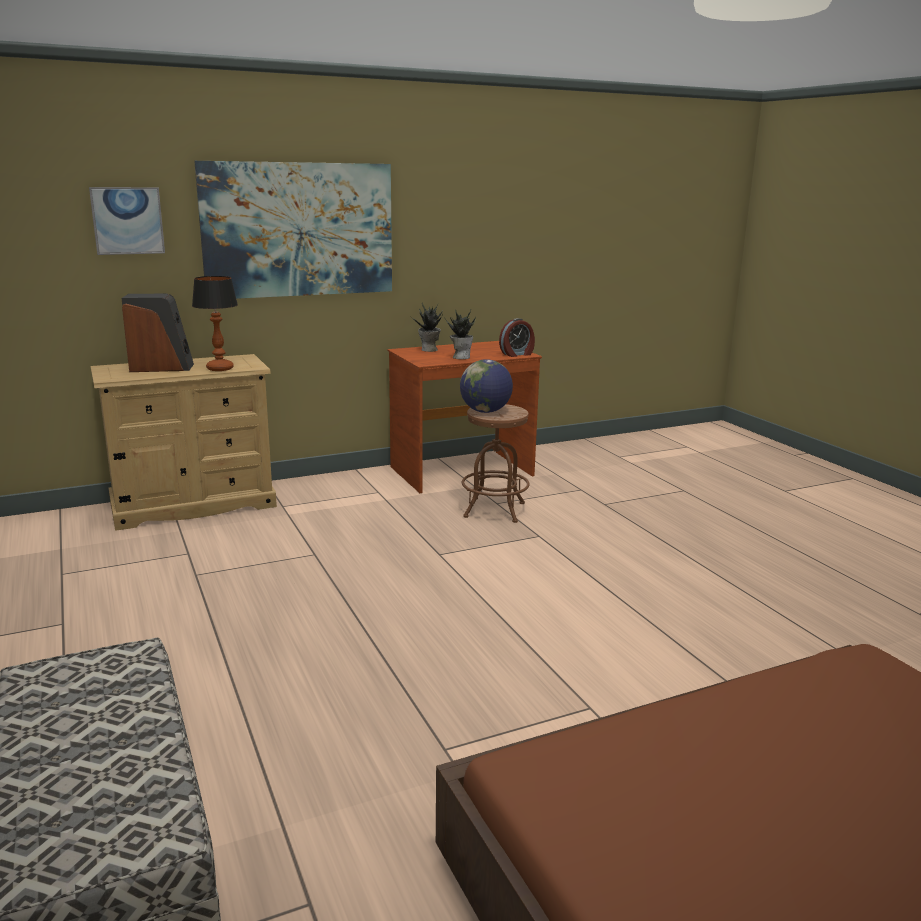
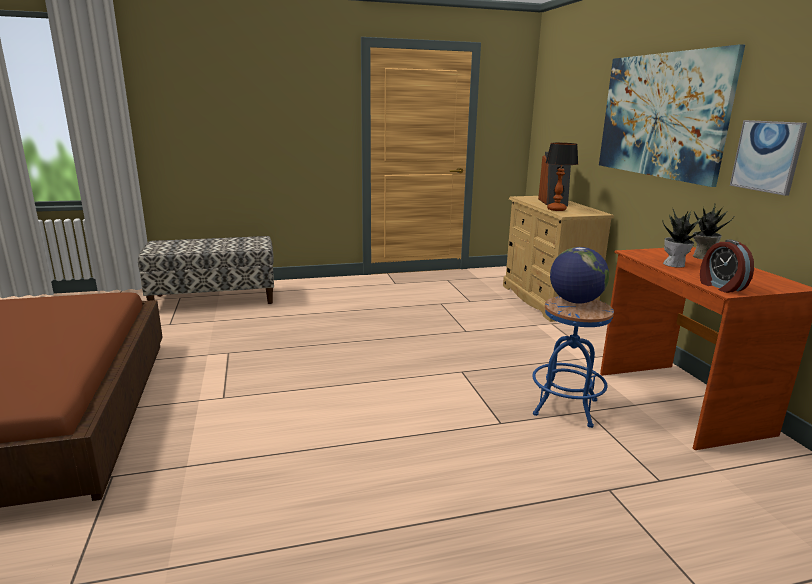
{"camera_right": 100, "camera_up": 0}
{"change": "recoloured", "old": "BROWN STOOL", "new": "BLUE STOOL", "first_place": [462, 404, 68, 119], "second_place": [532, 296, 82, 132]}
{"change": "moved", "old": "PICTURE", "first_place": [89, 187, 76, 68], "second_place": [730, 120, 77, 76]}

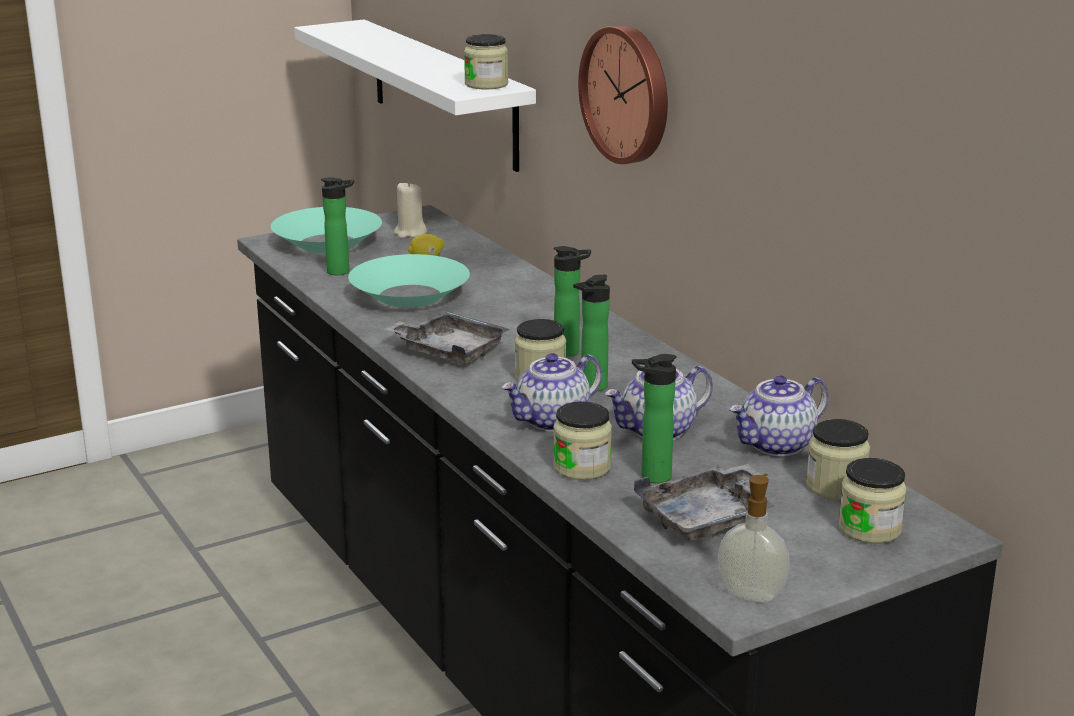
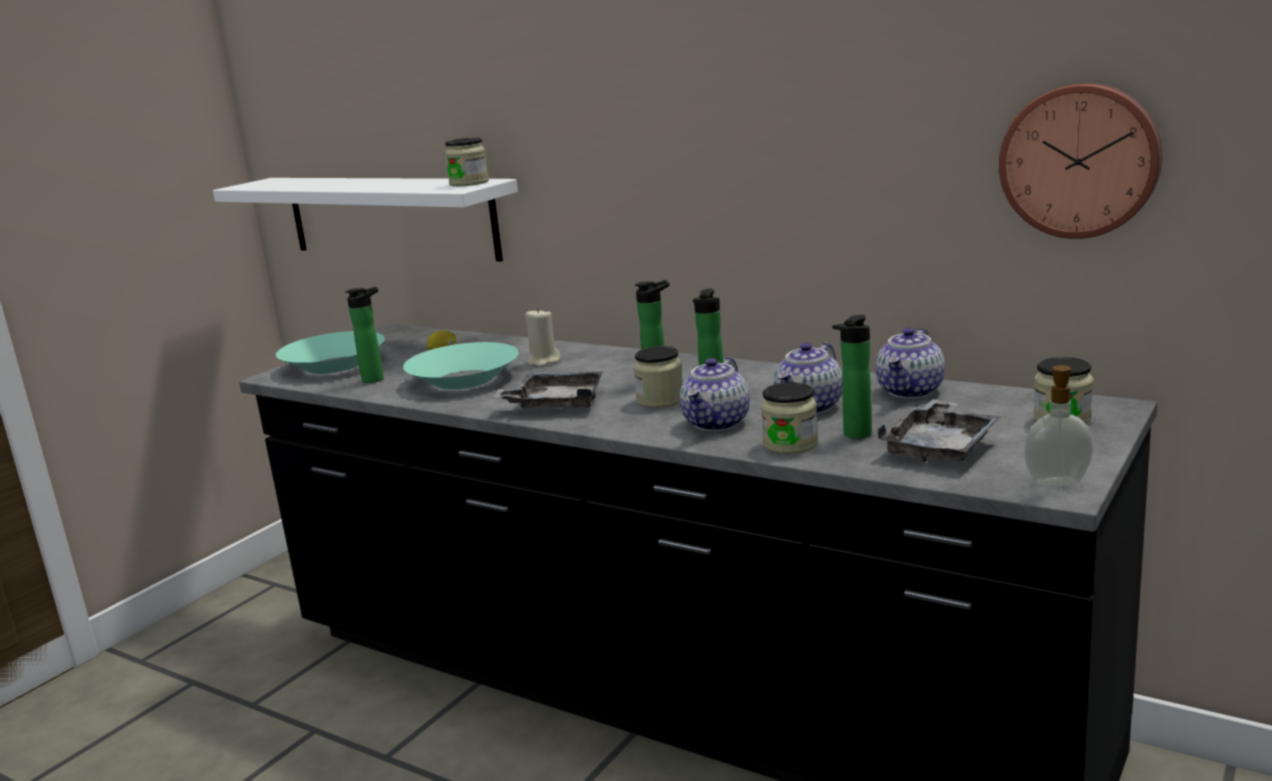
{"camera_right": -25, "camera_up": -5}
{"change": "moved", "old": "BEIGE CANDLE", "first_place": [394, 181, 33, 57], "second_place": [525, 308, 36, 59]}
{"change": "moved", "old": "WALL CLOCK", "first_place": [578, 25, 90, 139], "second_place": [999, 83, 163, 156]}
{"change": "removed", "old": "JAR", "first_place": [806, 419, 64, 81]}

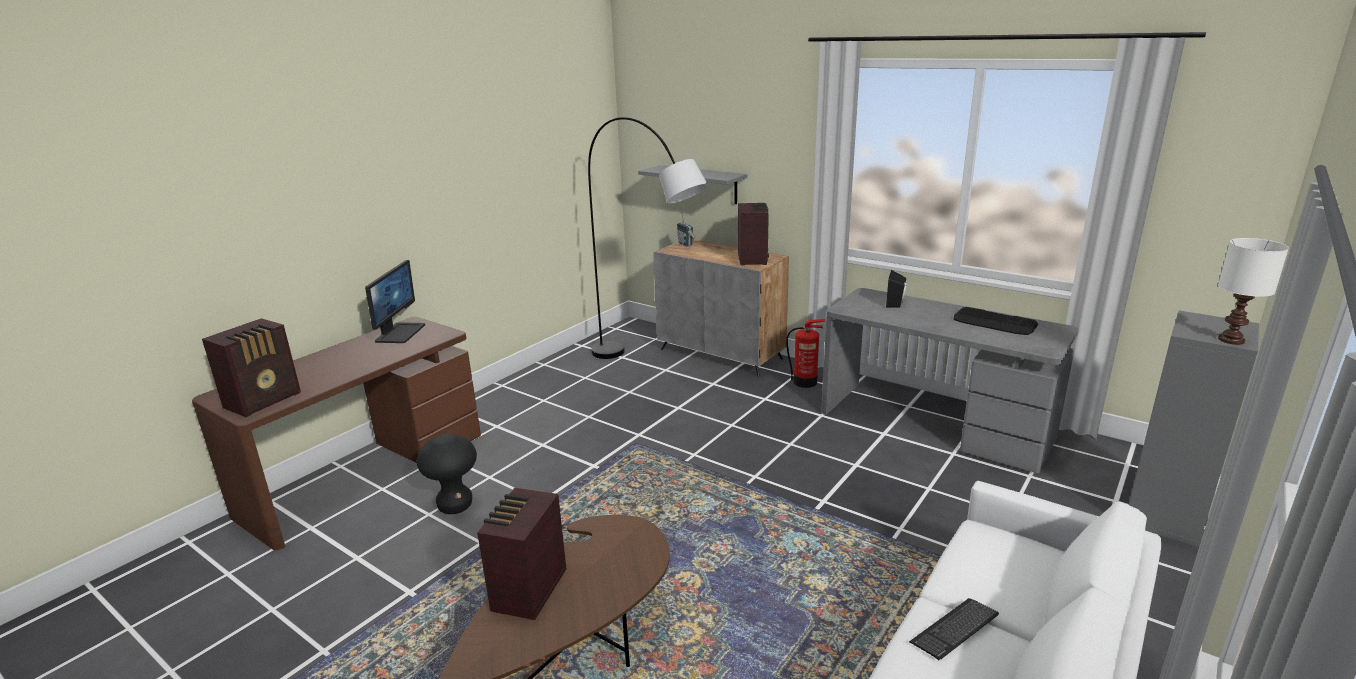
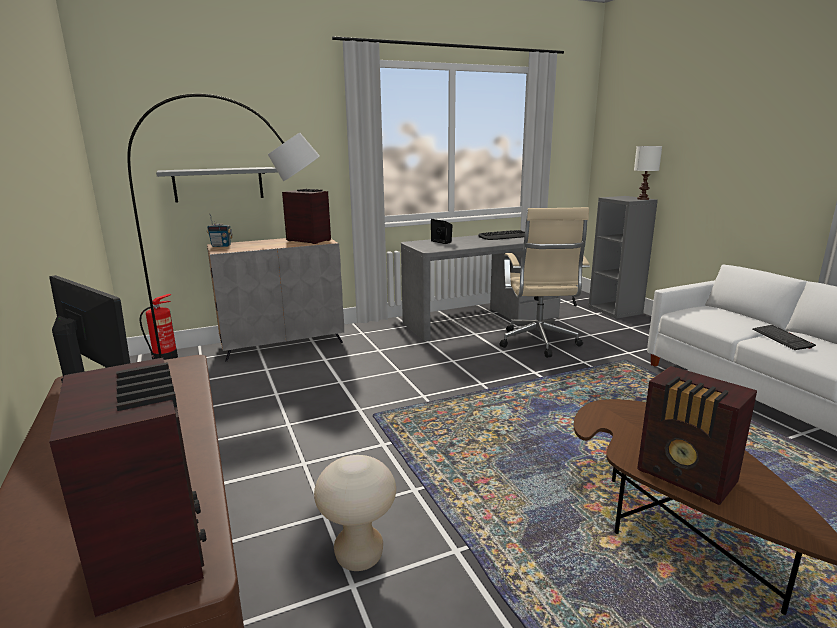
{"camera_right": -60, "camera_up": -5}
{"change": "moved", "old": "FIRE EXTINGUISHER", "first_place": [786, 319, 39, 69], "second_place": [139, 294, 39, 66]}
{"change": "recoloured", "old": "BLACK STOOL", "new": "BEIGE STOOL", "first_place": [417, 434, 60, 80], "second_place": [314, 455, 82, 116]}
{"change": "added", "new": "BEIGE OFFICE CHAIR", "second_place": [500, 207, 90, 151]}

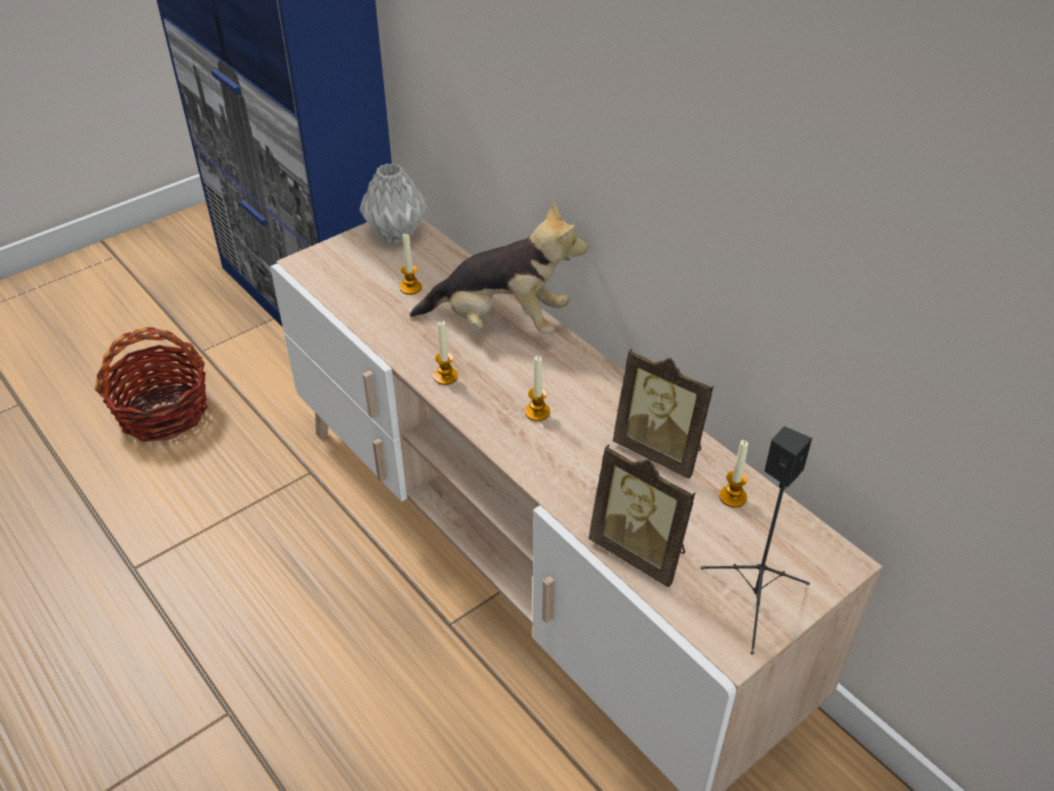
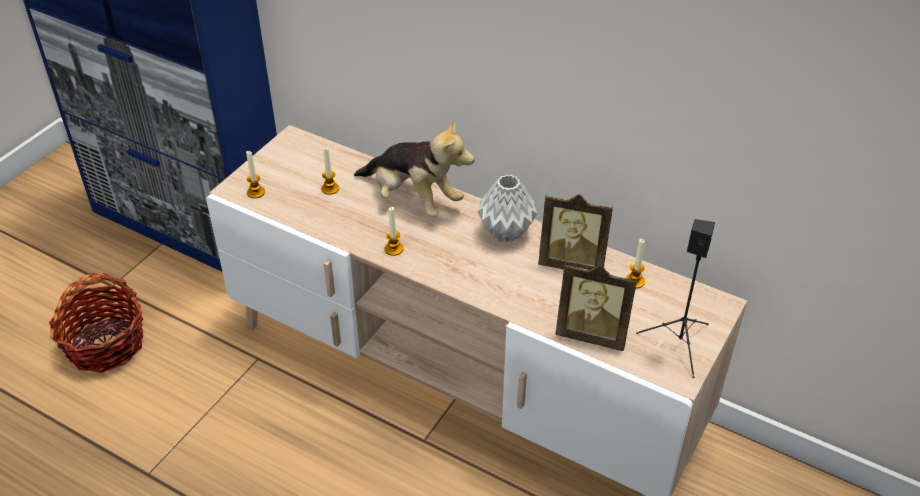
{"camera_right": -20, "camera_up": 0}
{"change": "moved", "old": "CANDLE", "first_place": [525, 356, 25, 65], "second_place": [246, 151, 19, 47]}
{"change": "turned", "old": "PLUSH TOY", "first_place": [410, 201, 177, 133], "second_place": [354, 119, 120, 98], "degrees": 45}
{"change": "moved", "old": "GREY VASE", "first_place": [359, 163, 68, 81], "second_place": [477, 175, 60, 68]}

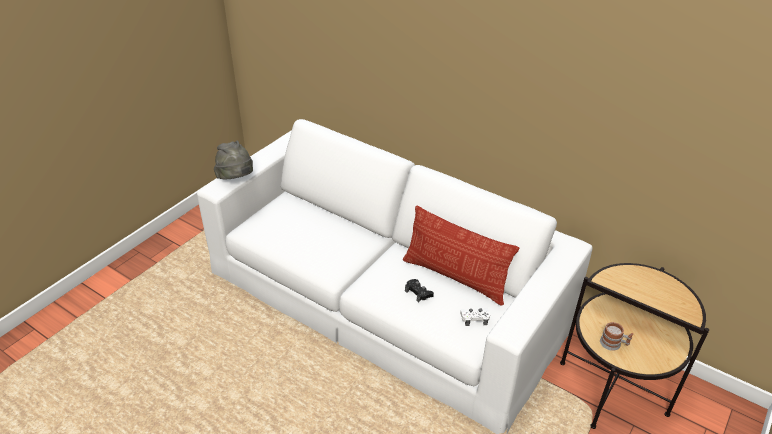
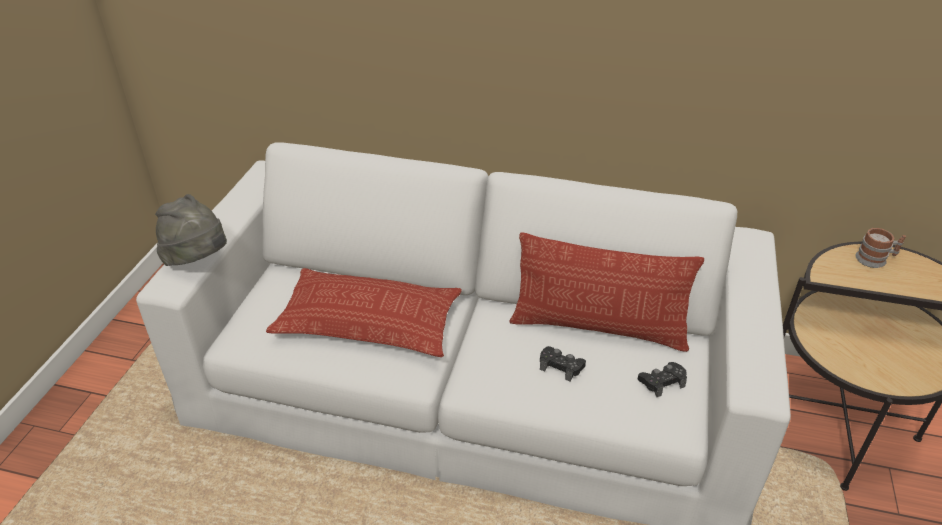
{"camera_right": -20, "camera_up": 0}
{"change": "added", "new": "PILLOW", "second_place": [266, 268, 196, 89]}
{"change": "recoloured", "old": "WHITE GAME CONTROLLER", "new": "BLACK GAME CONTROLLER", "first_place": [460, 308, 30, 18], "second_place": [638, 362, 49, 35]}
{"change": "moved", "old": "MUG", "first_place": [600, 322, 33, 29], "second_place": [855, 228, 51, 40]}

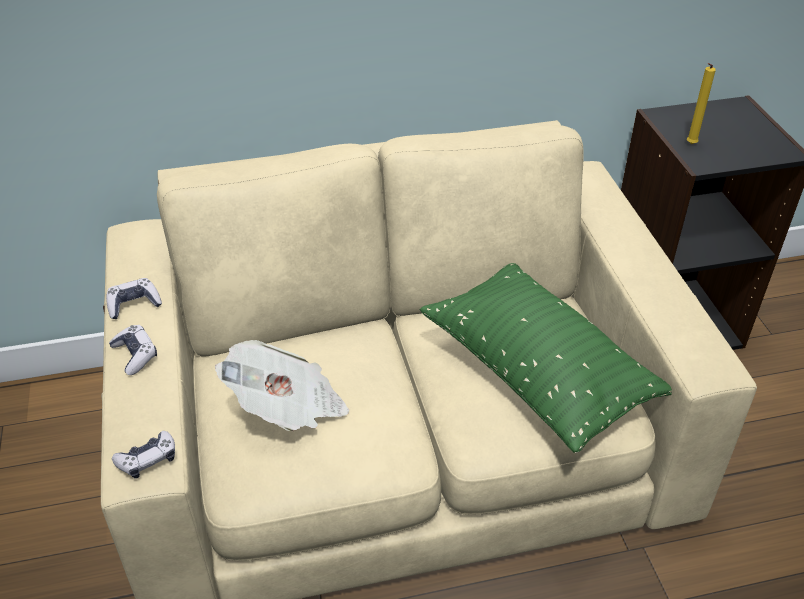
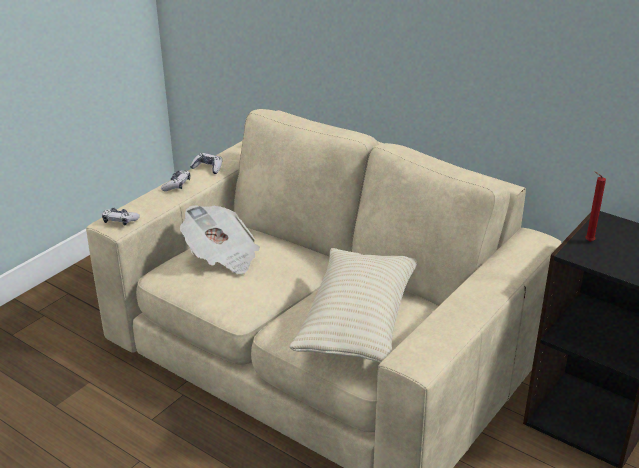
{"camera_right": 50, "camera_up": -10}
{"change": "recoloured", "old": "GREEN PILLOW", "new": "BEIGE PILLOW", "first_place": [420, 263, 252, 190], "second_place": [289, 248, 129, 115]}
{"change": "recoloured", "old": "YELLOW CANDLE", "new": "RED CANDLE", "first_place": [687, 63, 29, 81], "second_place": [585, 171, 21, 71]}

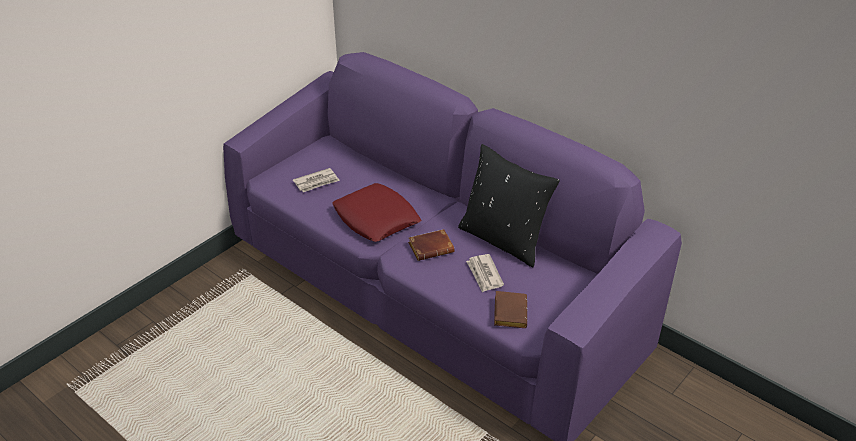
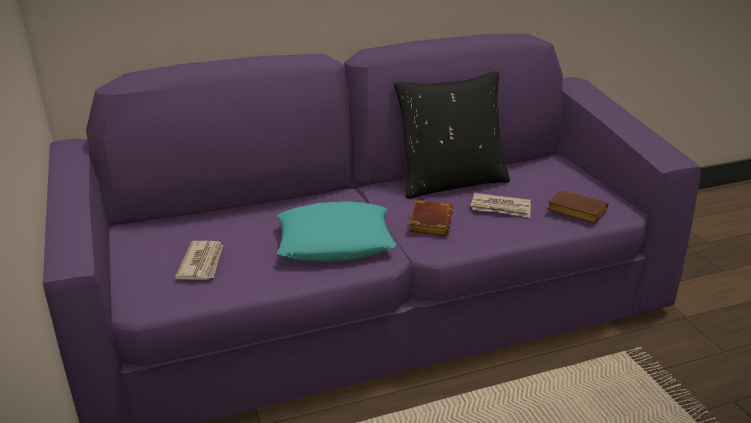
{"camera_right": -60, "camera_up": -10}
{"change": "recoloured", "old": "RED PILLOW", "new": "TURQUOISE PILLOW", "first_place": [333, 183, 88, 59], "second_place": [277, 201, 119, 61]}

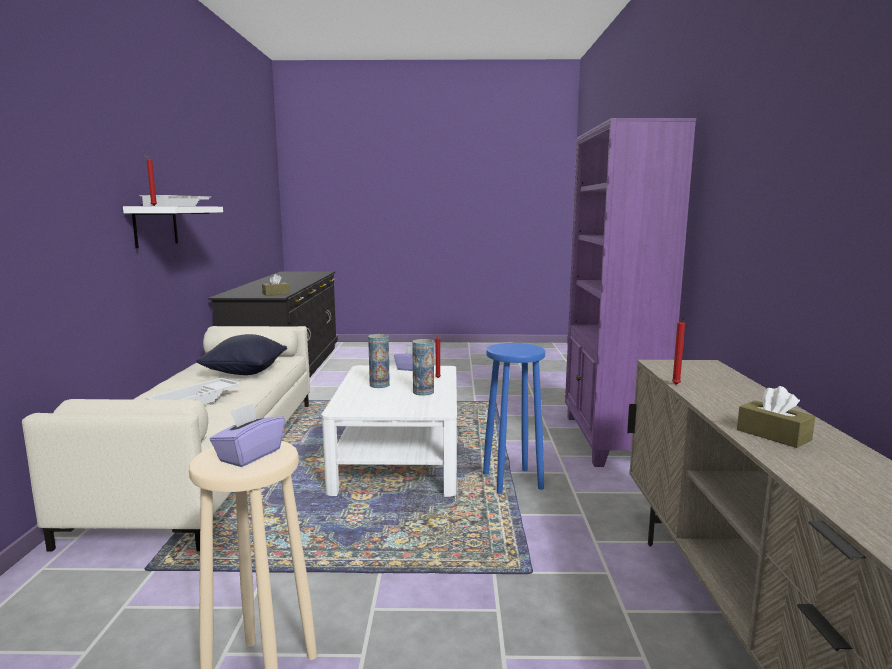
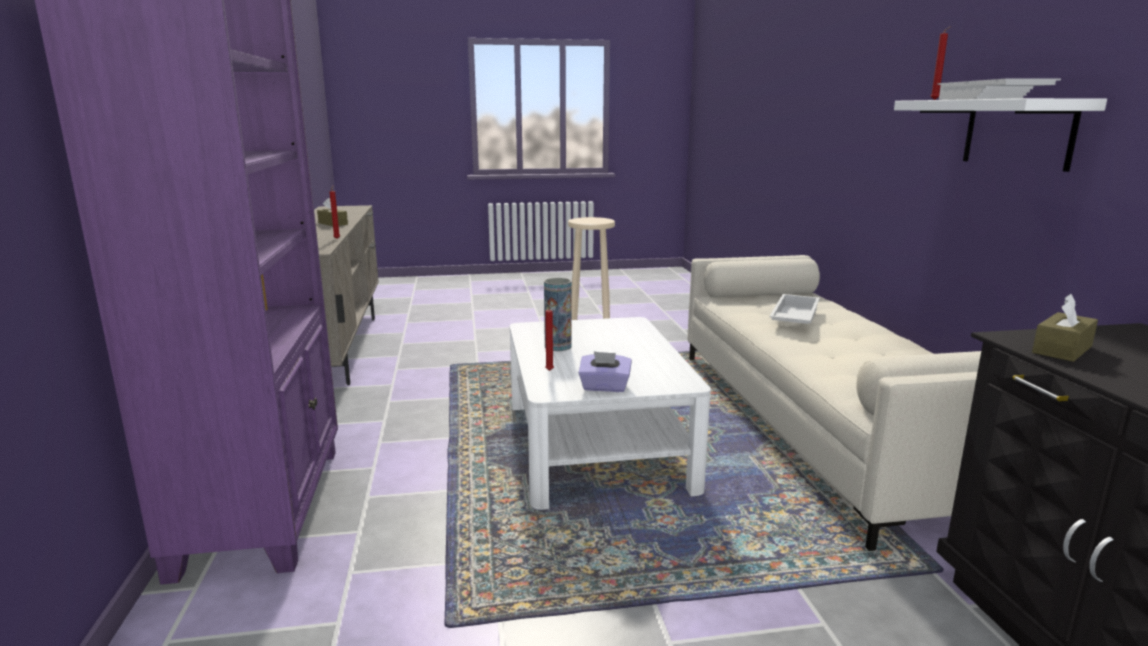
{"camera_right": 170, "camera_up": 5}
{"change": "removed", "old": "BLACK PILLOW", "first_place": [197, 334, 90, 41]}
{"change": "removed", "old": "PURPLE TISSUE BOX", "first_place": [210, 403, 75, 64]}
{"change": "removed", "old": "VASE", "first_place": [368, 334, 22, 54]}
{"change": "removed", "old": "BLUE STOOL", "first_place": [483, 343, 62, 151]}

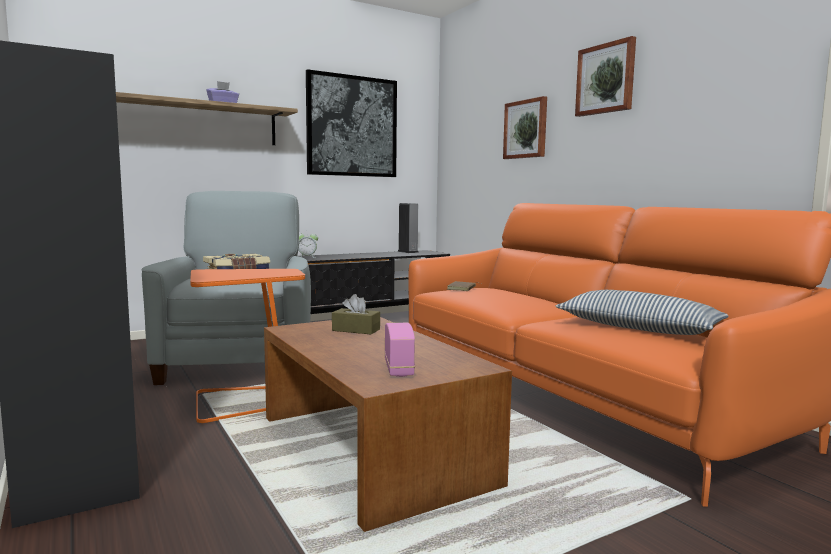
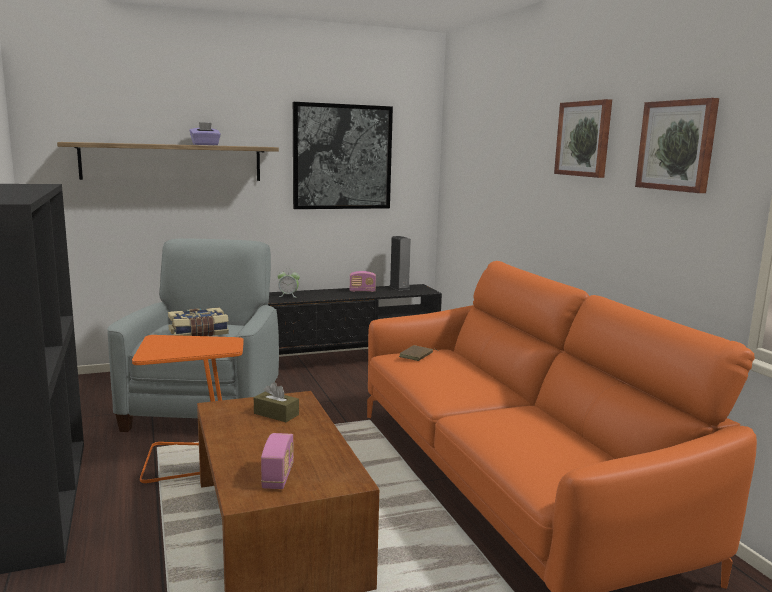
{"camera_right": 10, "camera_up": 5}
{"change": "added", "new": "RADIO", "second_place": [349, 271, 27, 21]}
{"change": "moved", "old": "PICTURE", "first_place": [503, 96, 44, 63], "second_place": [635, 98, 84, 95]}
{"change": "removed", "old": "PILLOW", "first_place": [555, 290, 173, 45]}

